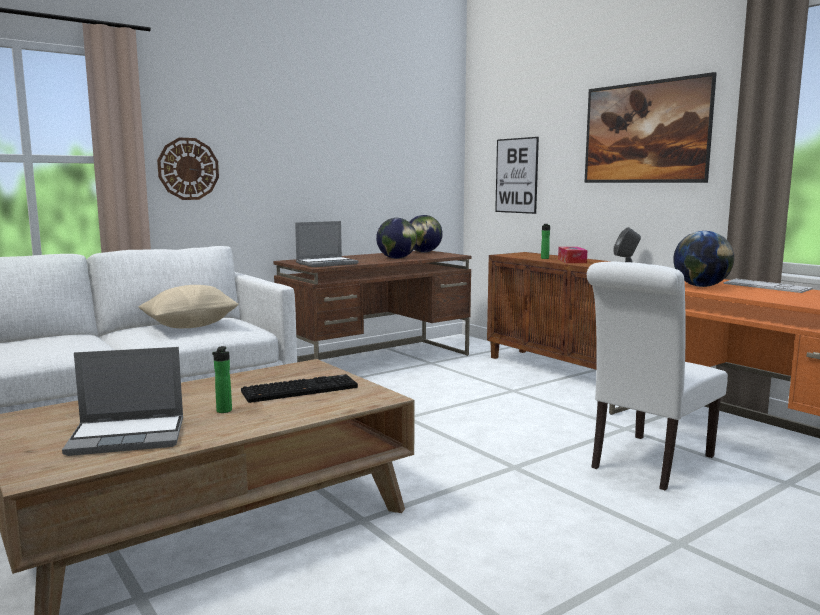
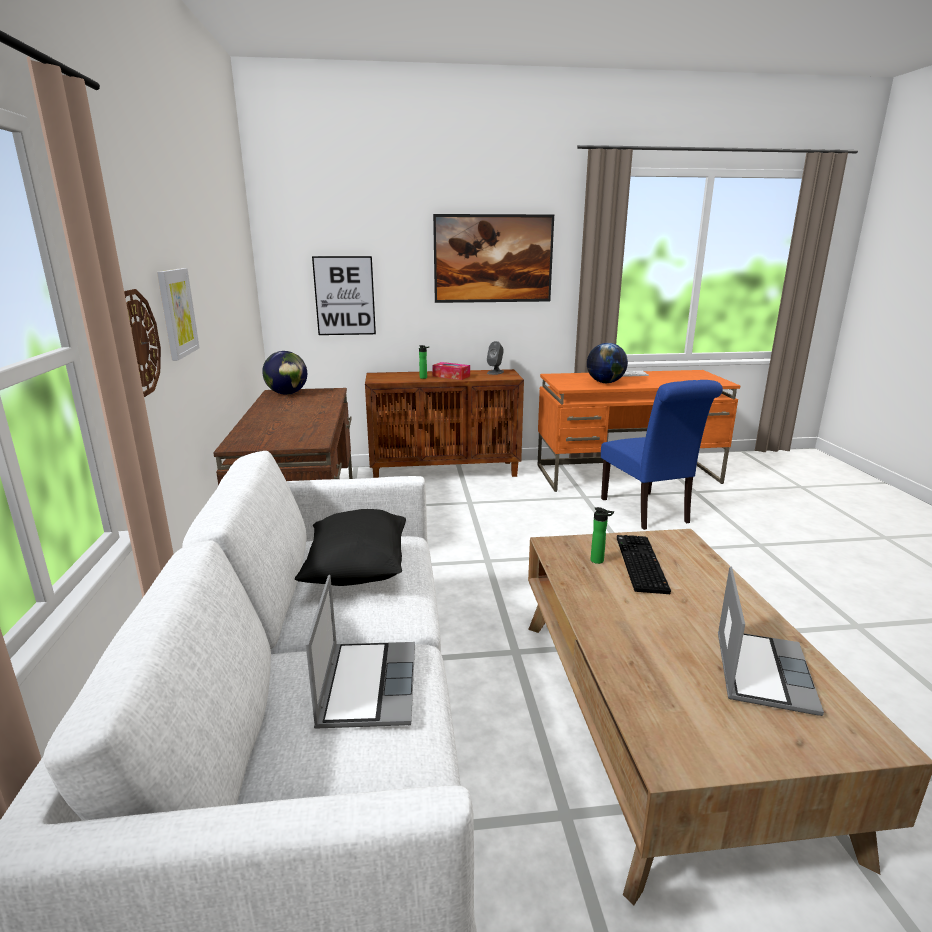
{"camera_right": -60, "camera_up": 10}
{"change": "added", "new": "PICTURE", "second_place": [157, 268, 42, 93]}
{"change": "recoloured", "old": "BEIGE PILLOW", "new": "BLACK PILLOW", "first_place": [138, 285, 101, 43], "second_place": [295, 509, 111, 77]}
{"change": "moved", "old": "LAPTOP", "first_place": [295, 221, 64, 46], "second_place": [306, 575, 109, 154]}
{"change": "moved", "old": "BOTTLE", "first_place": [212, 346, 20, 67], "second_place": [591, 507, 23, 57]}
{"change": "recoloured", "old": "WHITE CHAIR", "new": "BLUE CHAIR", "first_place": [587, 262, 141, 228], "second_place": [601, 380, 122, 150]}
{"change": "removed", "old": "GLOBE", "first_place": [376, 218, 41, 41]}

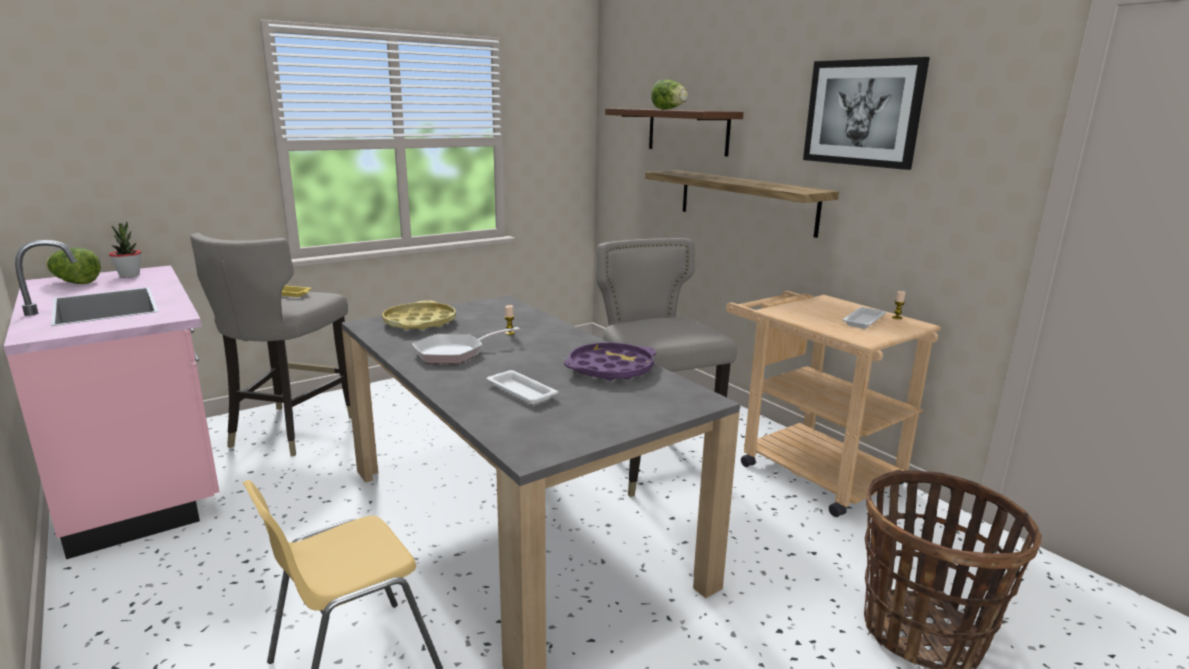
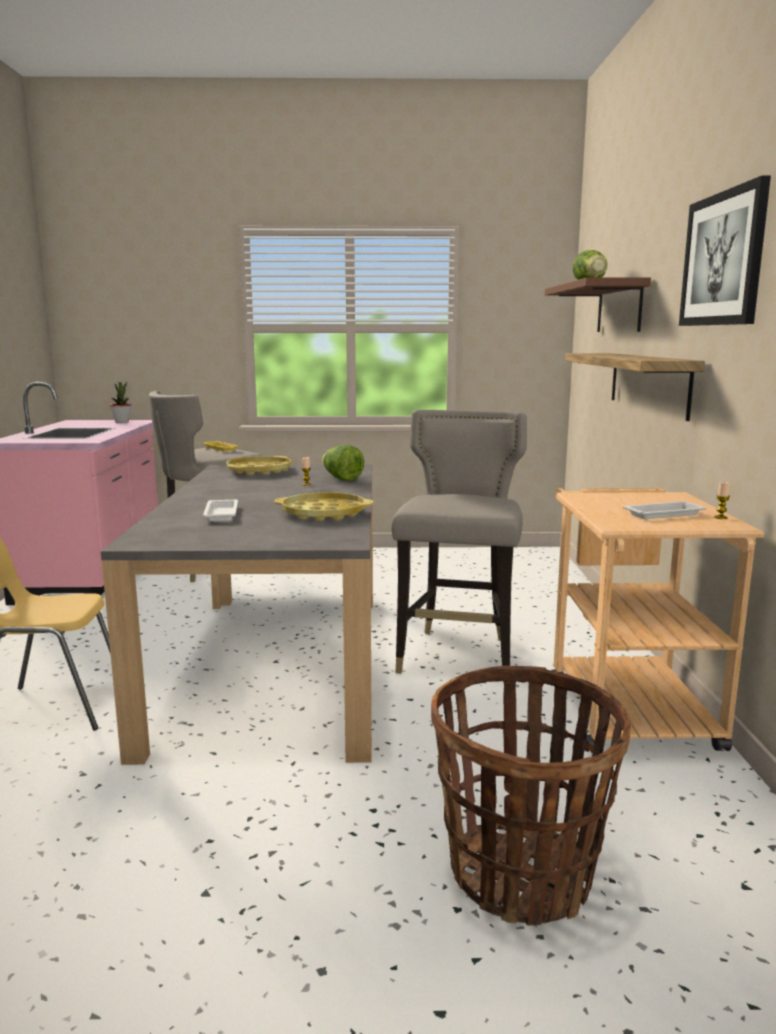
{"camera_right": 35, "camera_up": -5}
{"change": "recoloured", "old": "PURPLE TRAY", "new": "YELLOW TRAY", "first_place": [564, 342, 92, 39], "second_place": [274, 492, 100, 29]}
{"change": "moved", "old": "LETTUCE", "first_place": [46, 247, 55, 37], "second_place": [322, 445, 42, 36]}
{"change": "removed", "old": "FRYING PAN", "first_place": [412, 327, 108, 37]}

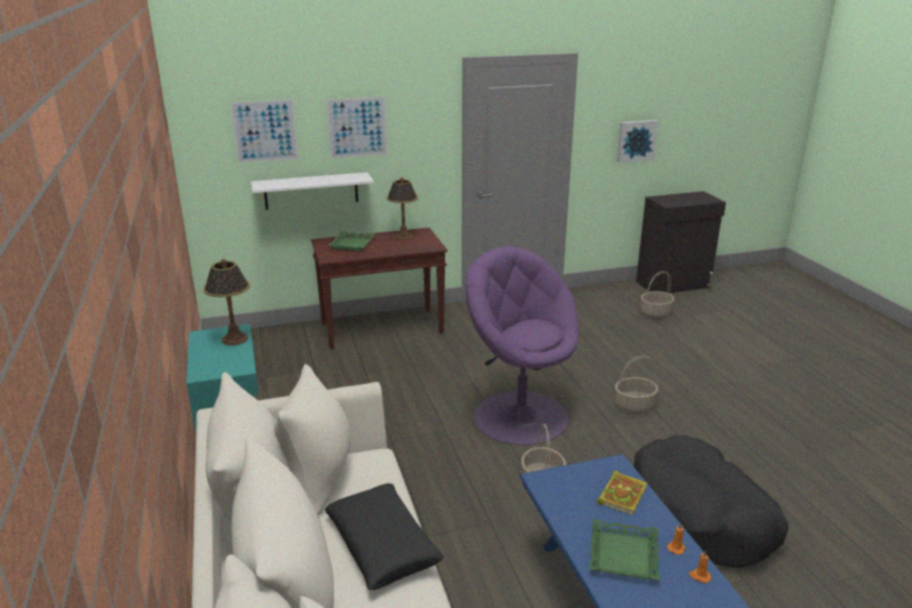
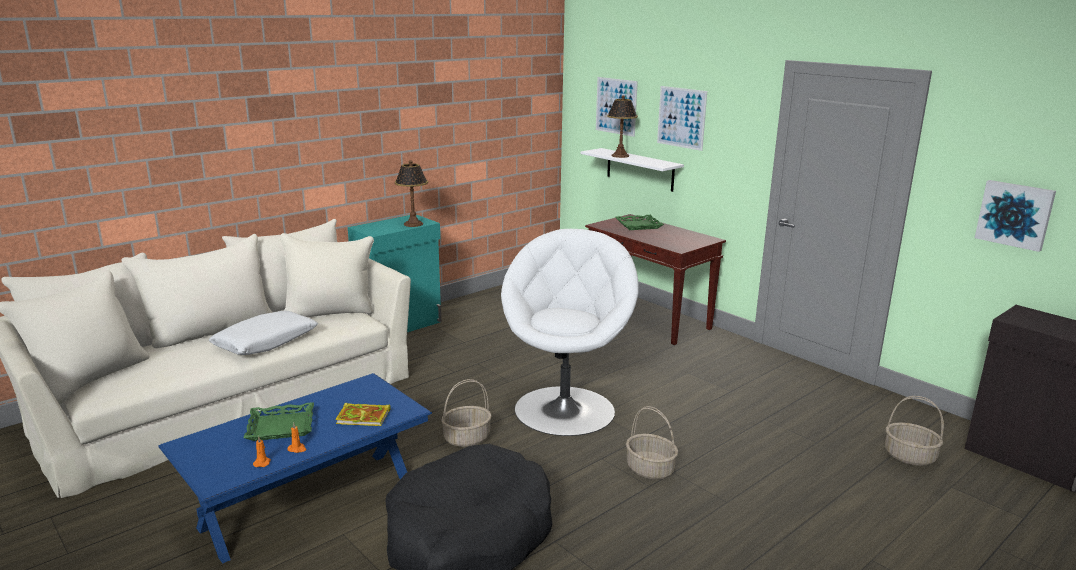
{"camera_right": 65, "camera_up": -5}
{"change": "recoloured", "old": "BLACK PILLOW", "new": "WHITE PILLOW", "first_place": [325, 483, 119, 107], "second_place": [209, 311, 109, 44]}
{"change": "recoloured", "old": "PURPLE ARMCHAIR", "new": "WHITE ARMCHAIR", "first_place": [465, 246, 114, 199], "second_place": [501, 229, 138, 207]}
{"change": "moved", "old": "TABLE LAMP", "first_place": [387, 177, 31, 63], "second_place": [607, 95, 31, 63]}

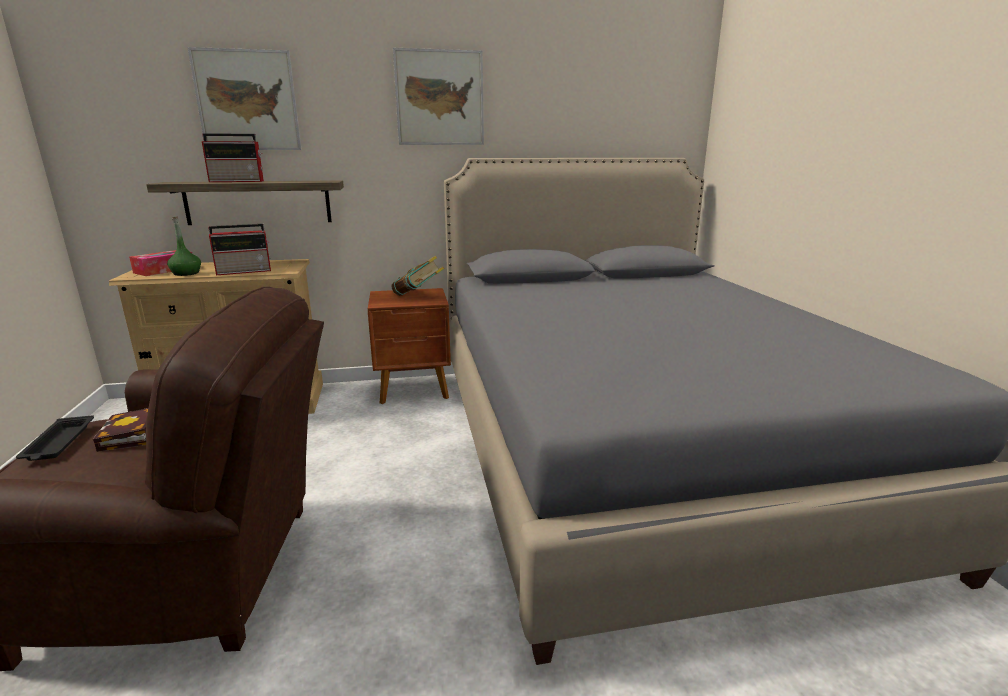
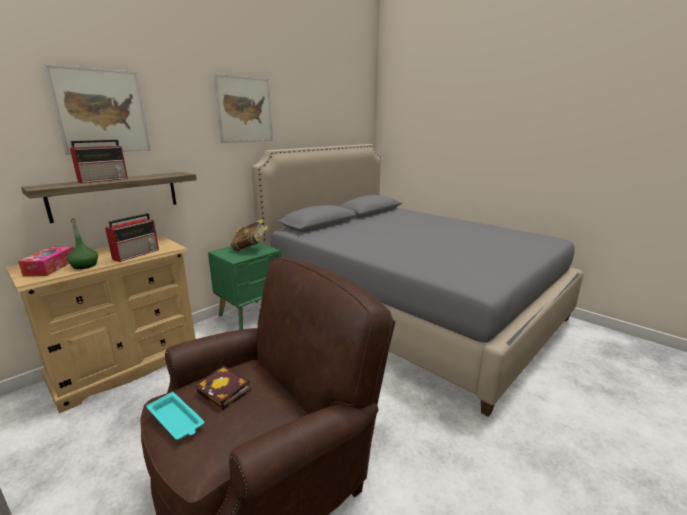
{"camera_right": -35, "camera_up": 0}
{"change": "recoloured", "old": "BLACK TRAY", "new": "TURQUOISE TRAY", "first_place": [16, 415, 78, 46], "second_place": [147, 392, 57, 48]}
{"change": "recoloured", "old": "BROWN NIGHTSTAND", "new": "GREEN NIGHTSTAND", "first_place": [368, 288, 83, 116], "second_place": [208, 243, 73, 87]}

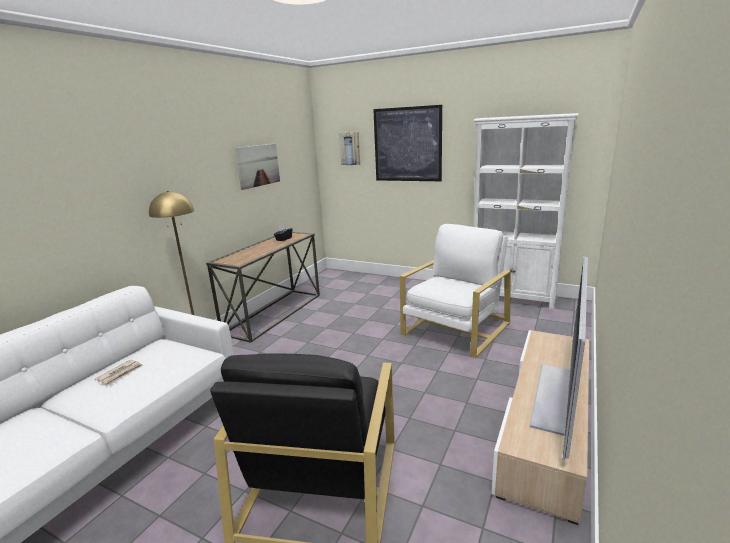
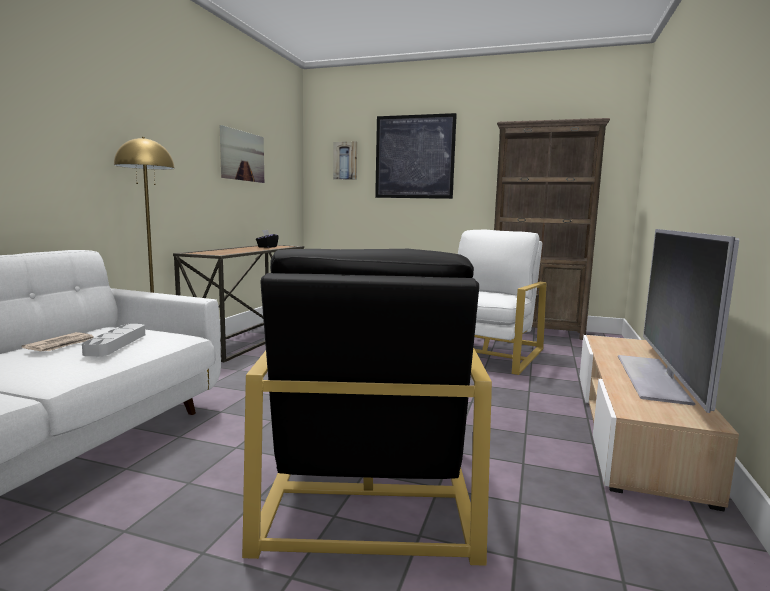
{"camera_right": -10, "camera_up": -10}
{"change": "added", "new": "GREY TRAY", "second_place": [82, 324, 63, 32]}
{"change": "recoloured", "old": "WHITE BOOKCASE", "new": "BROWN BOOKCASE", "first_place": [473, 113, 106, 197], "second_place": [494, 118, 116, 222]}

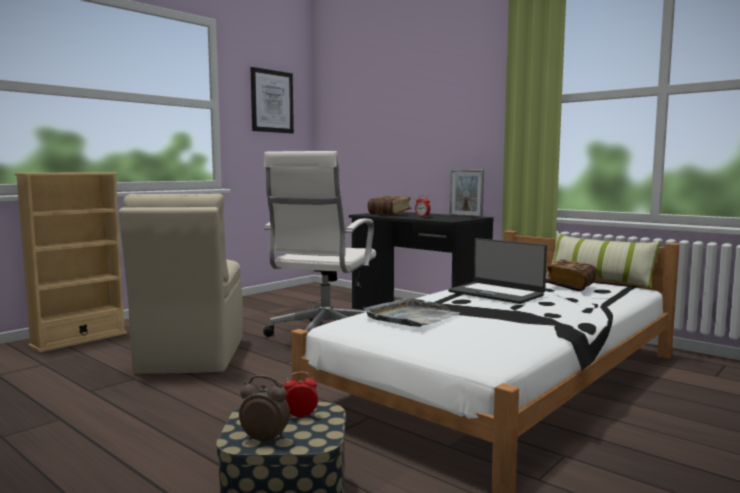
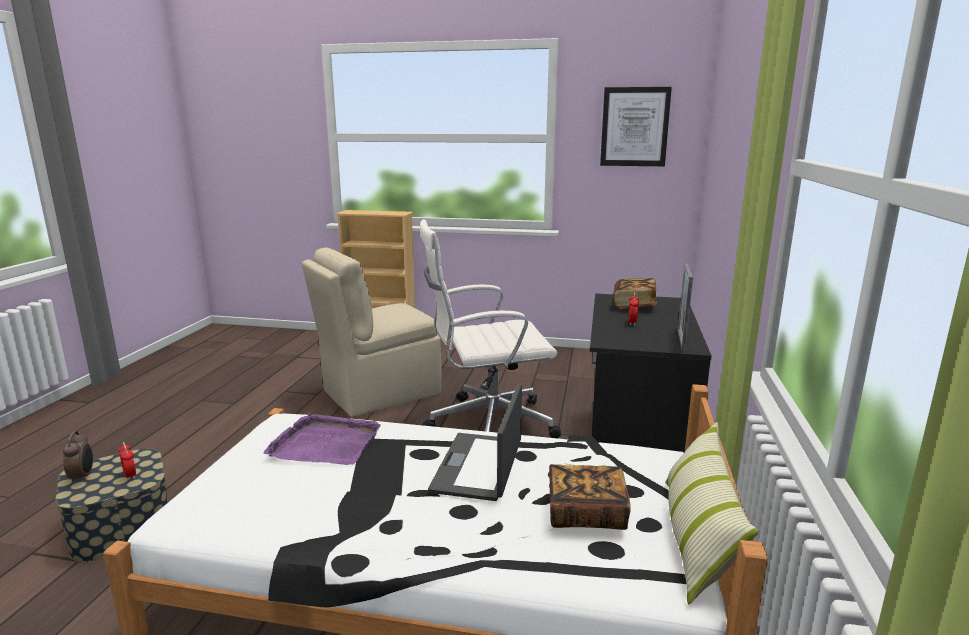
{"camera_right": 60, "camera_up": 10}
{"change": "recoloured", "old": "GREY TRAY", "new": "PURPLE TRAY", "first_place": [363, 298, 97, 29], "second_place": [263, 413, 118, 52]}

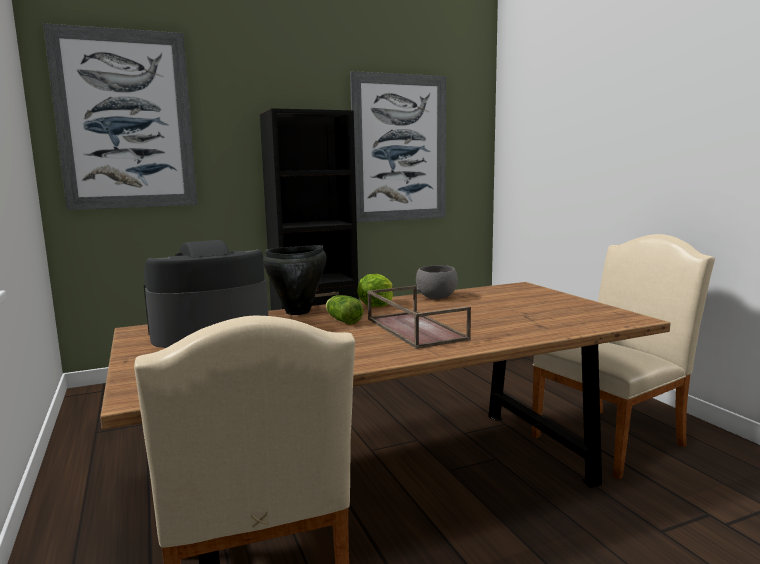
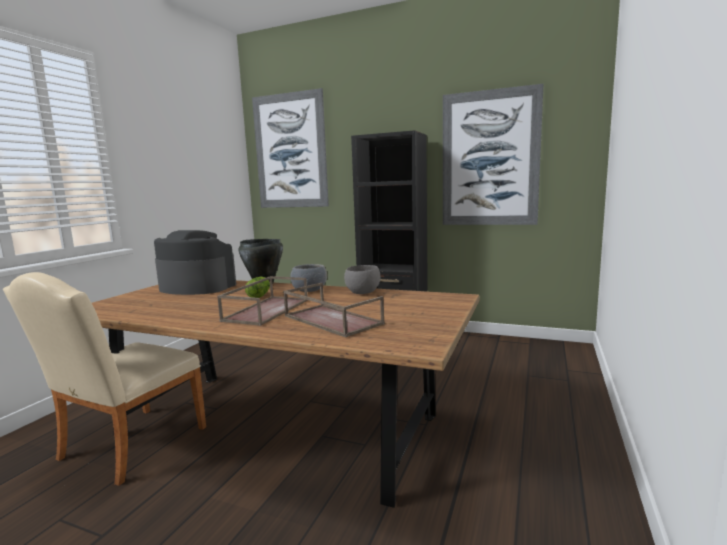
{"camera_right": 45, "camera_up": 0}
{"change": "added", "new": "BROWN TRAY", "second_place": [283, 283, 102, 55]}
{"change": "replaced", "old": "LETTUCE", "new": "GREY BOWL", "first_place": [357, 274, 36, 33], "second_place": [290, 264, 37, 28]}
{"change": "removed", "old": "BEIGE CHAIR", "first_place": [532, 234, 183, 245]}

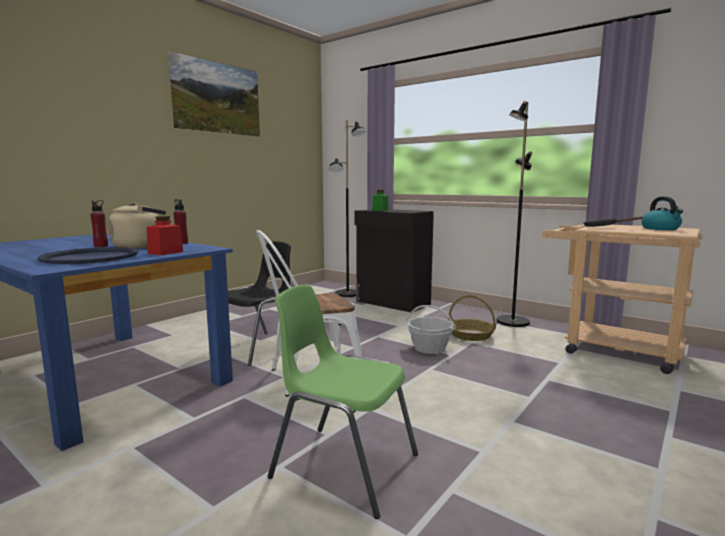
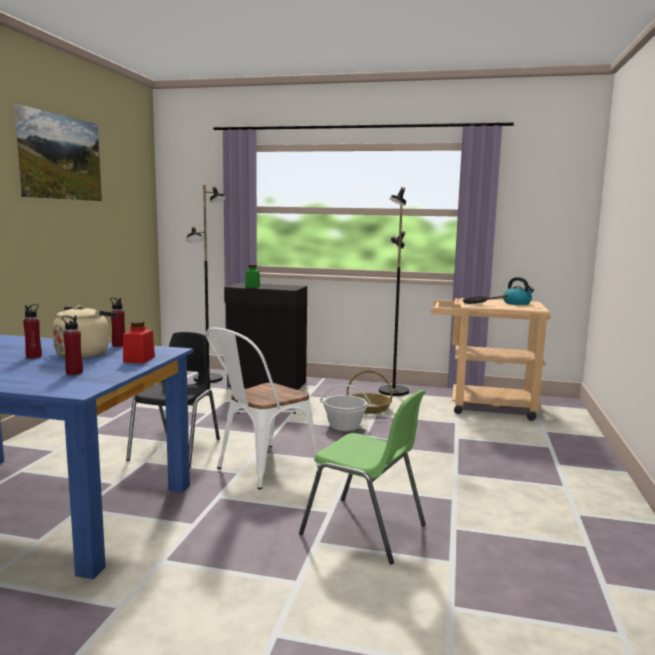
{"camera_right": -25, "camera_up": 0}
{"change": "replaced", "old": "BLUE TRAY", "new": "RED BOTTLE", "first_place": [37, 247, 101, 17], "second_place": [62, 315, 21, 60]}
{"change": "turned", "old": "GREEN CHAIR", "first_place": [267, 285, 151, 234], "second_place": [299, 389, 127, 175], "degrees": -150}

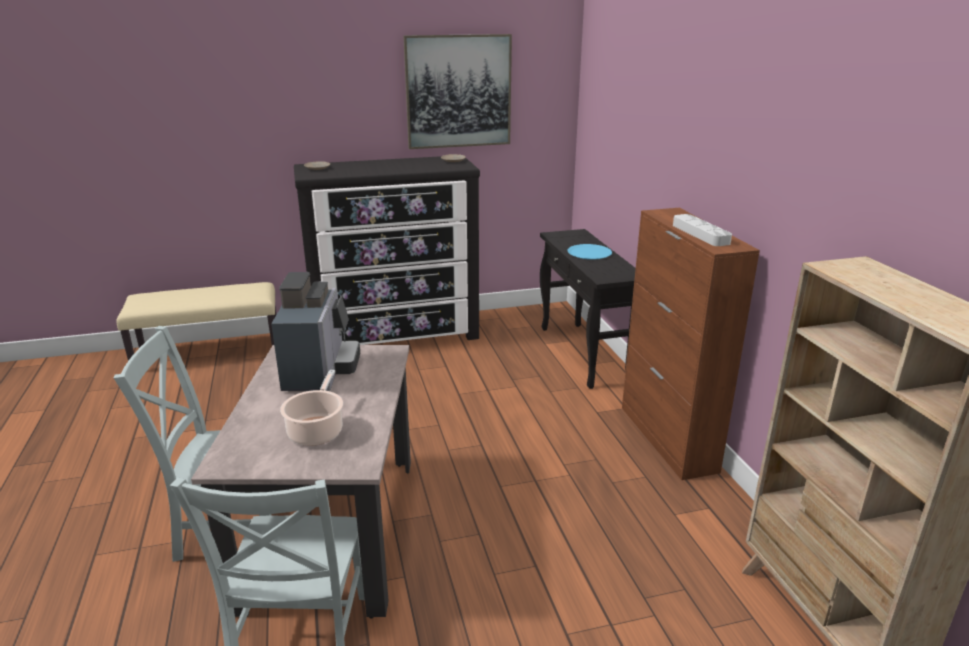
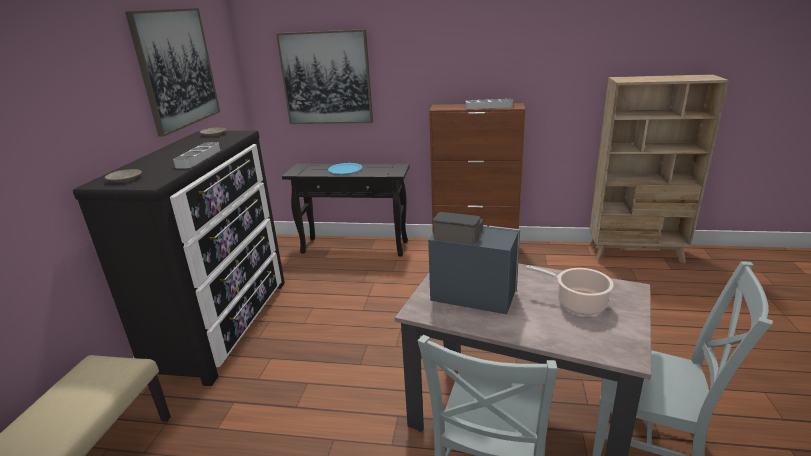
{"camera_right": -65, "camera_up": 0}
{"change": "added", "new": "GREY TRAY", "second_place": [173, 142, 47, 27]}
{"change": "added", "new": "PICTURE", "second_place": [276, 29, 97, 95]}

